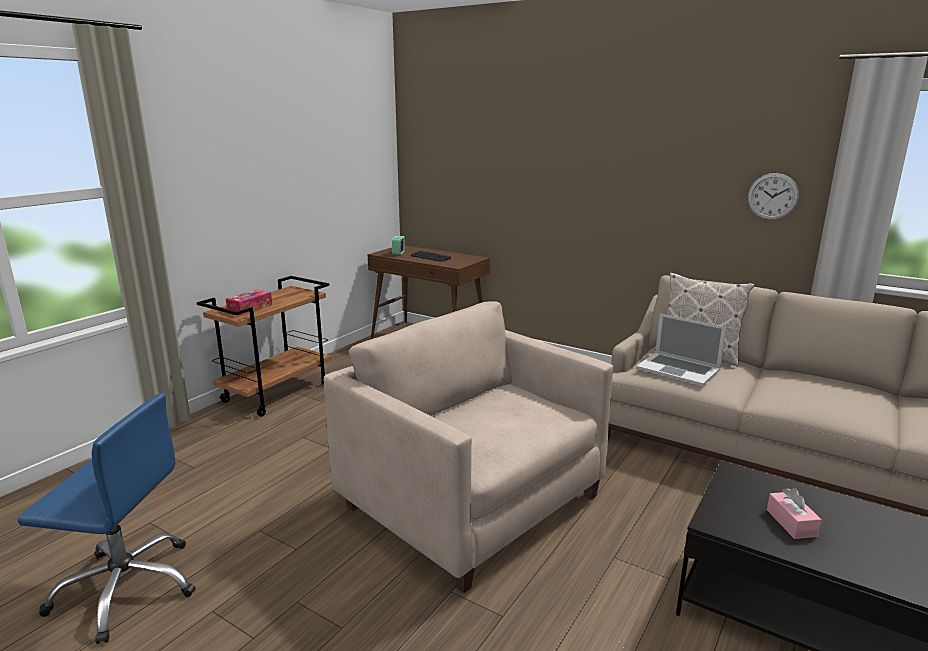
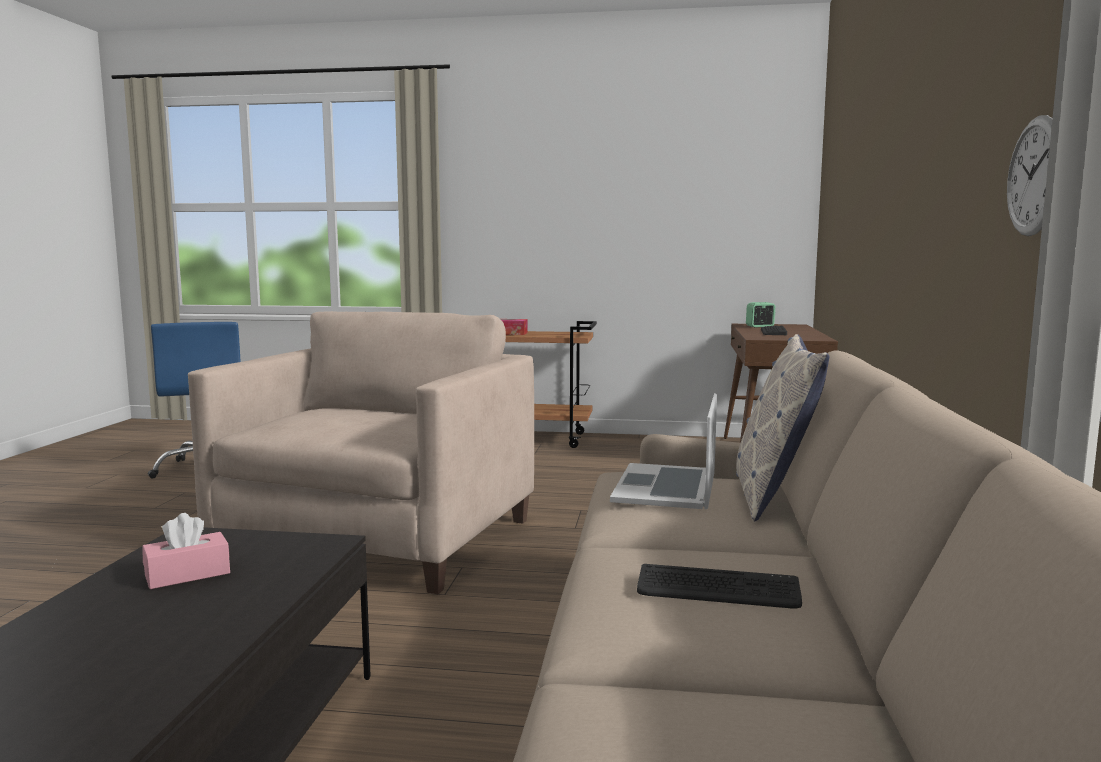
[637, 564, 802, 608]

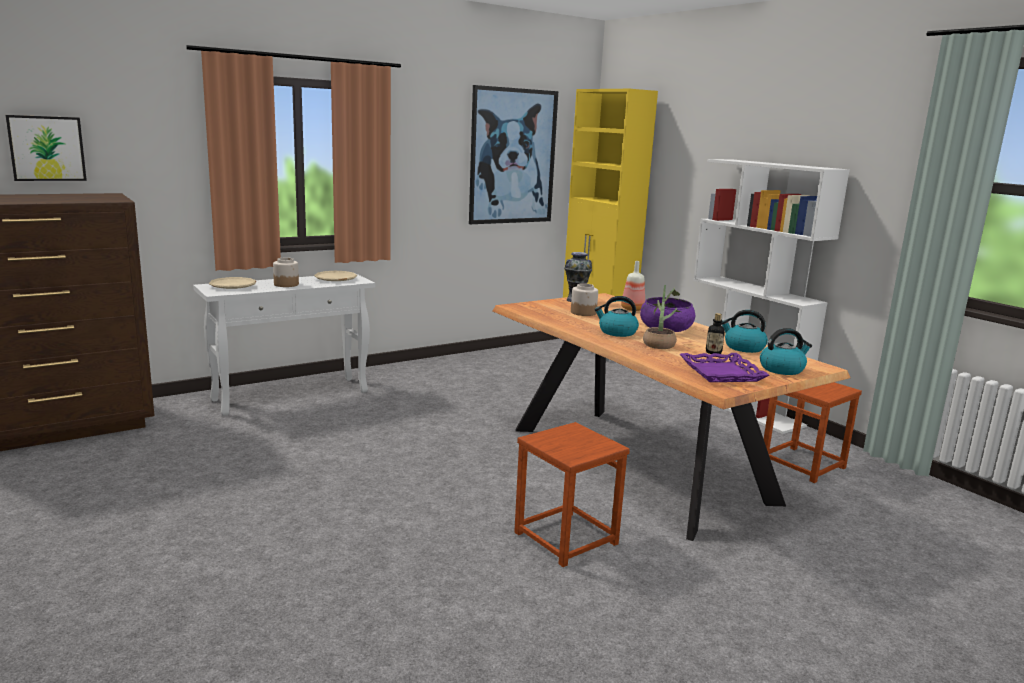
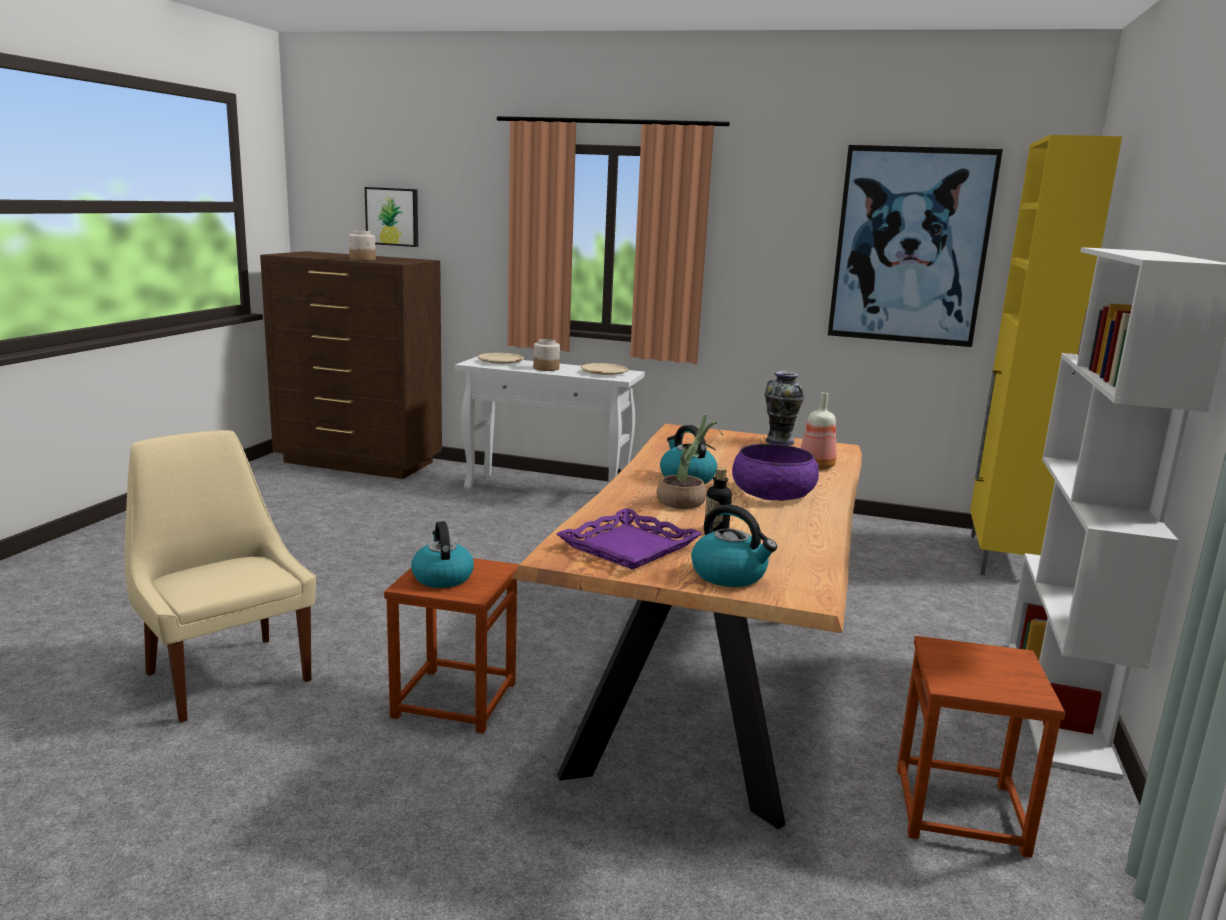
[124, 430, 316, 723]
[349, 231, 376, 261]
[411, 521, 474, 588]

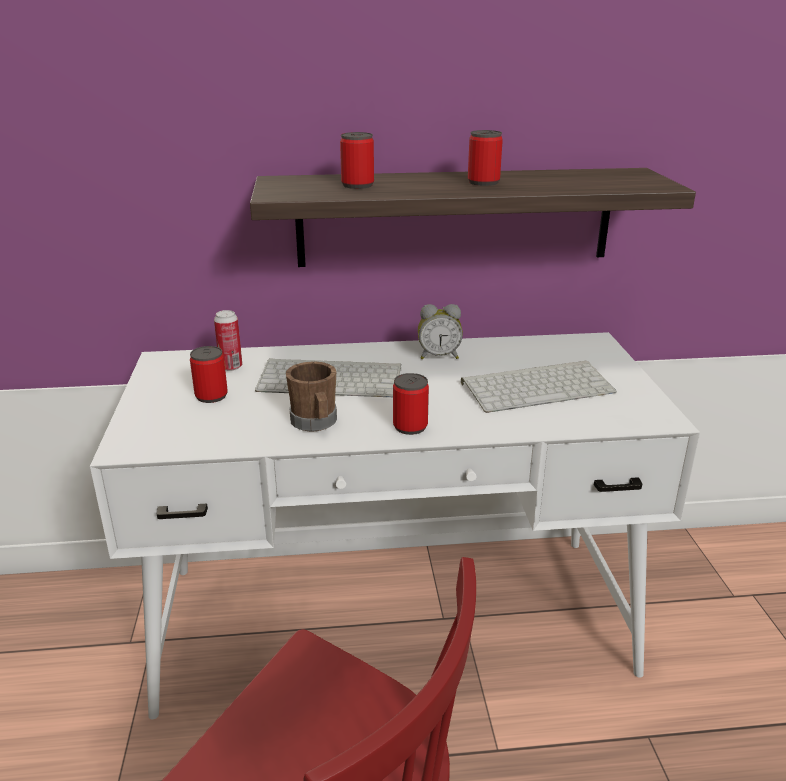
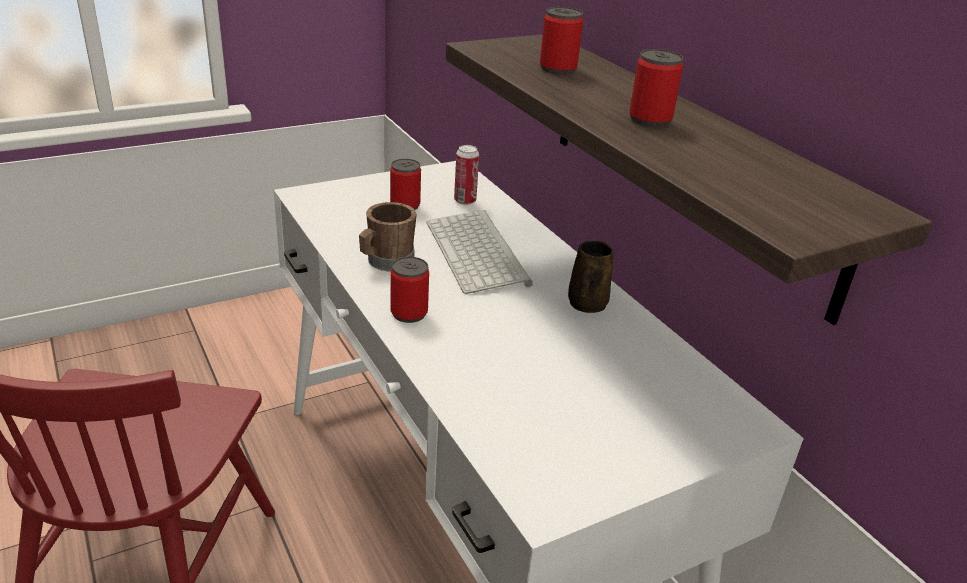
[568, 241, 614, 313]
[461, 361, 617, 413] (first image)

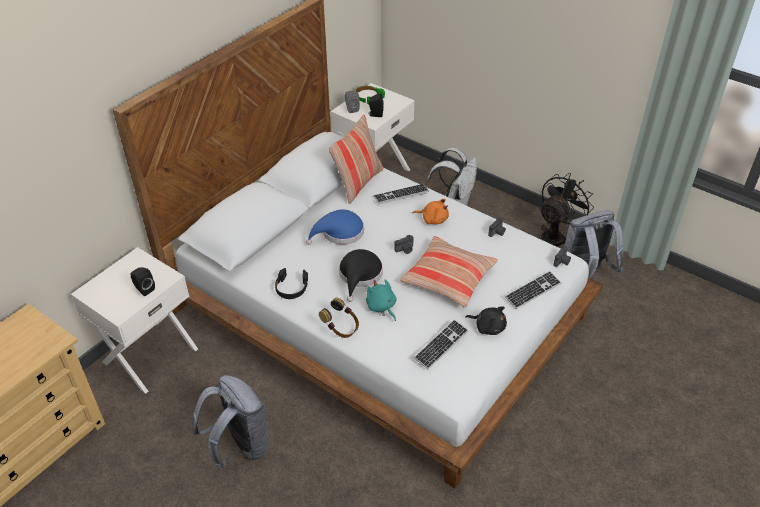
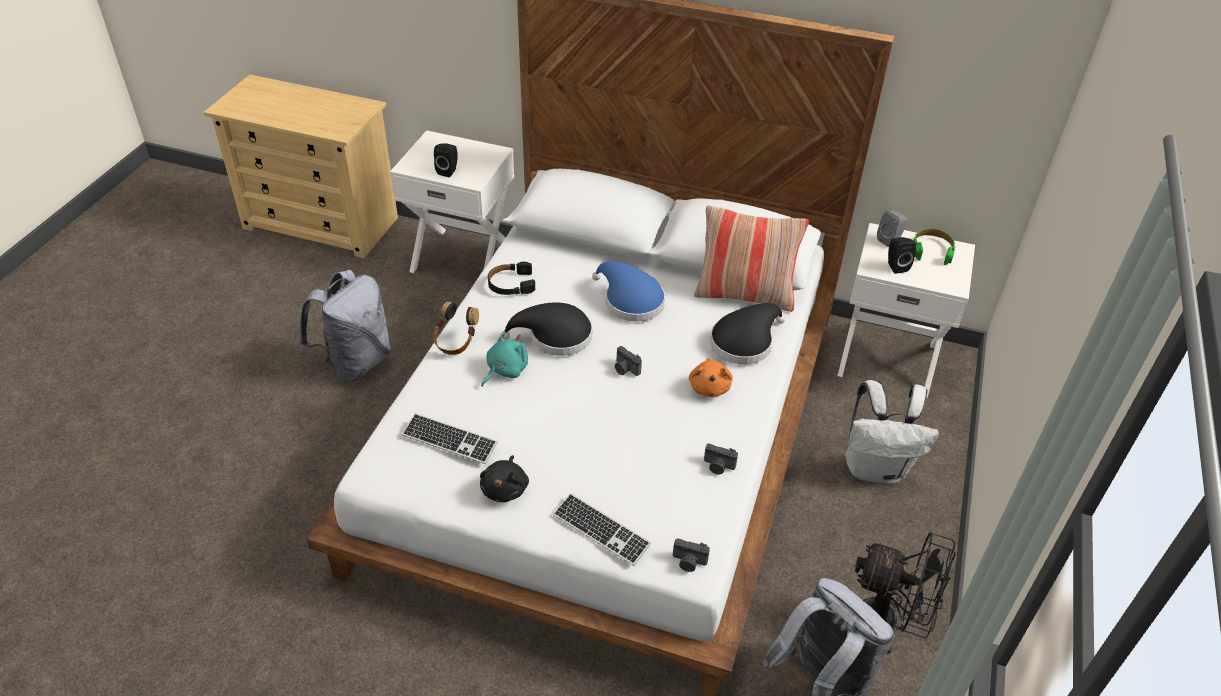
[710, 303, 785, 364]
[400, 236, 498, 307] (first image)

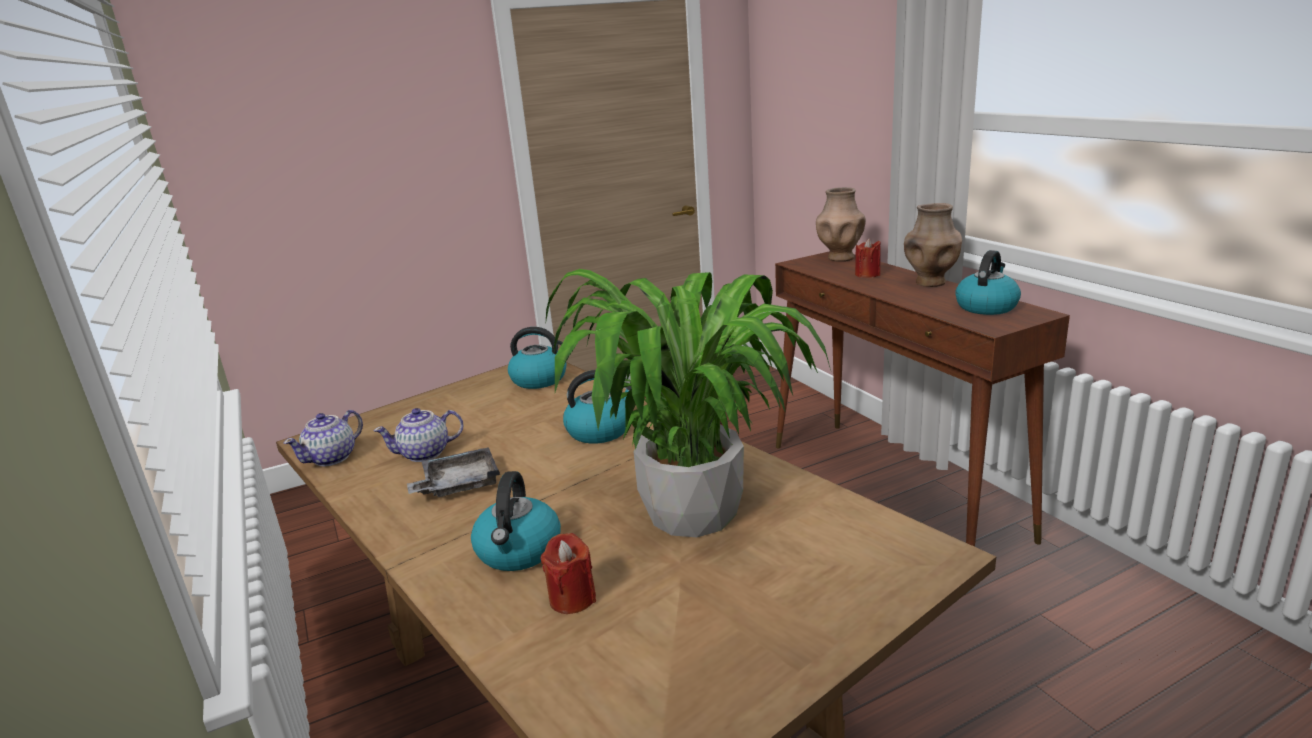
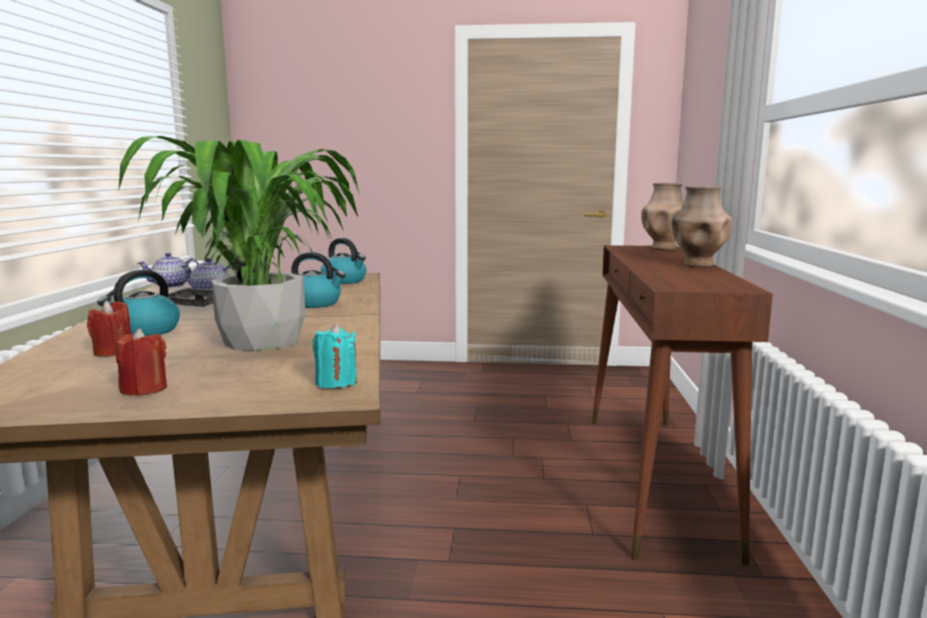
[115, 328, 167, 396]
[312, 324, 357, 389]
[955, 250, 1021, 315] (first image)

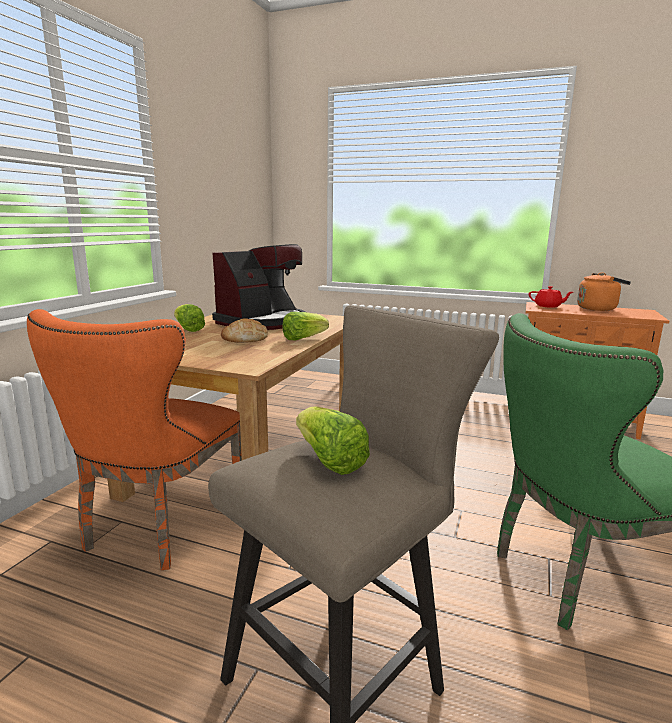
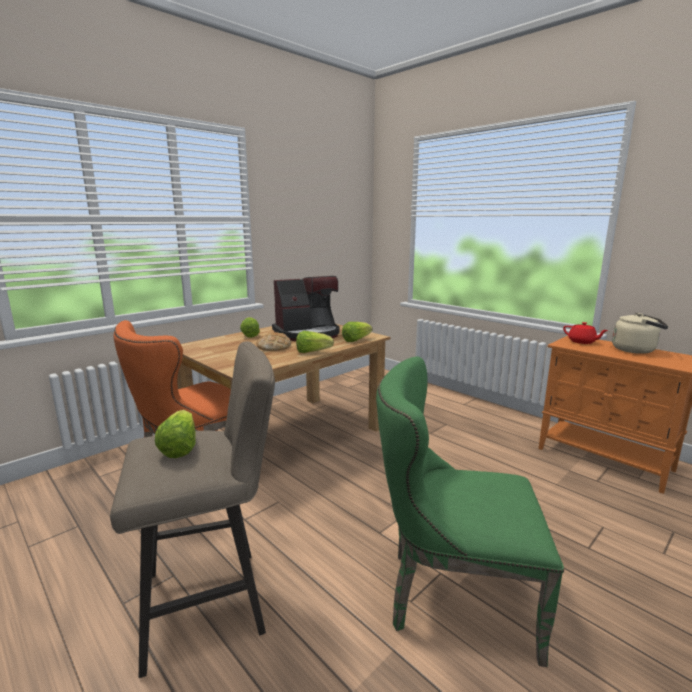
[342, 322, 372, 342]
[612, 313, 668, 354]

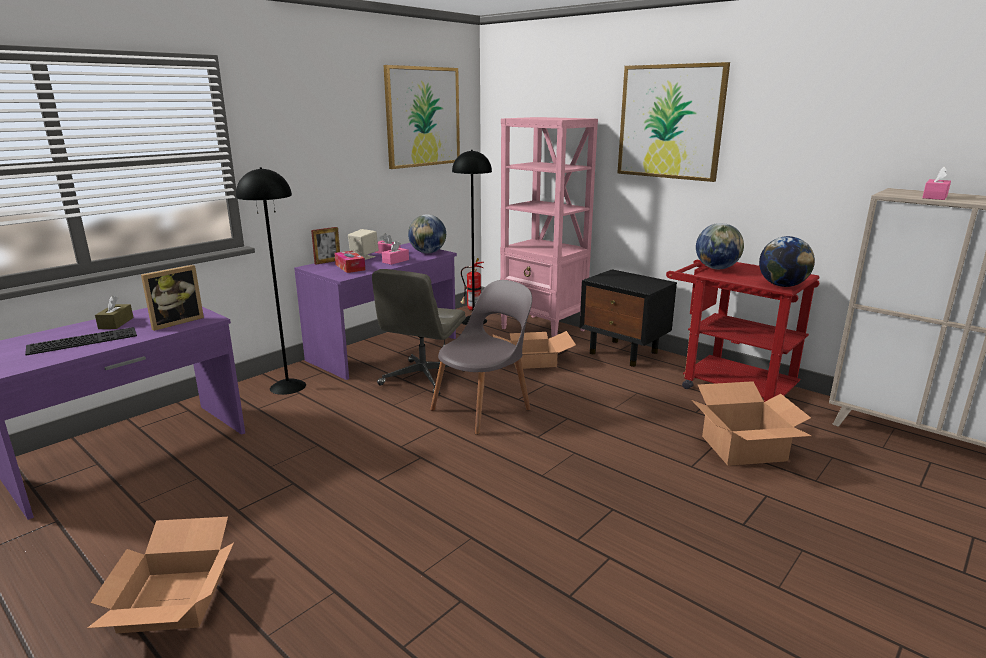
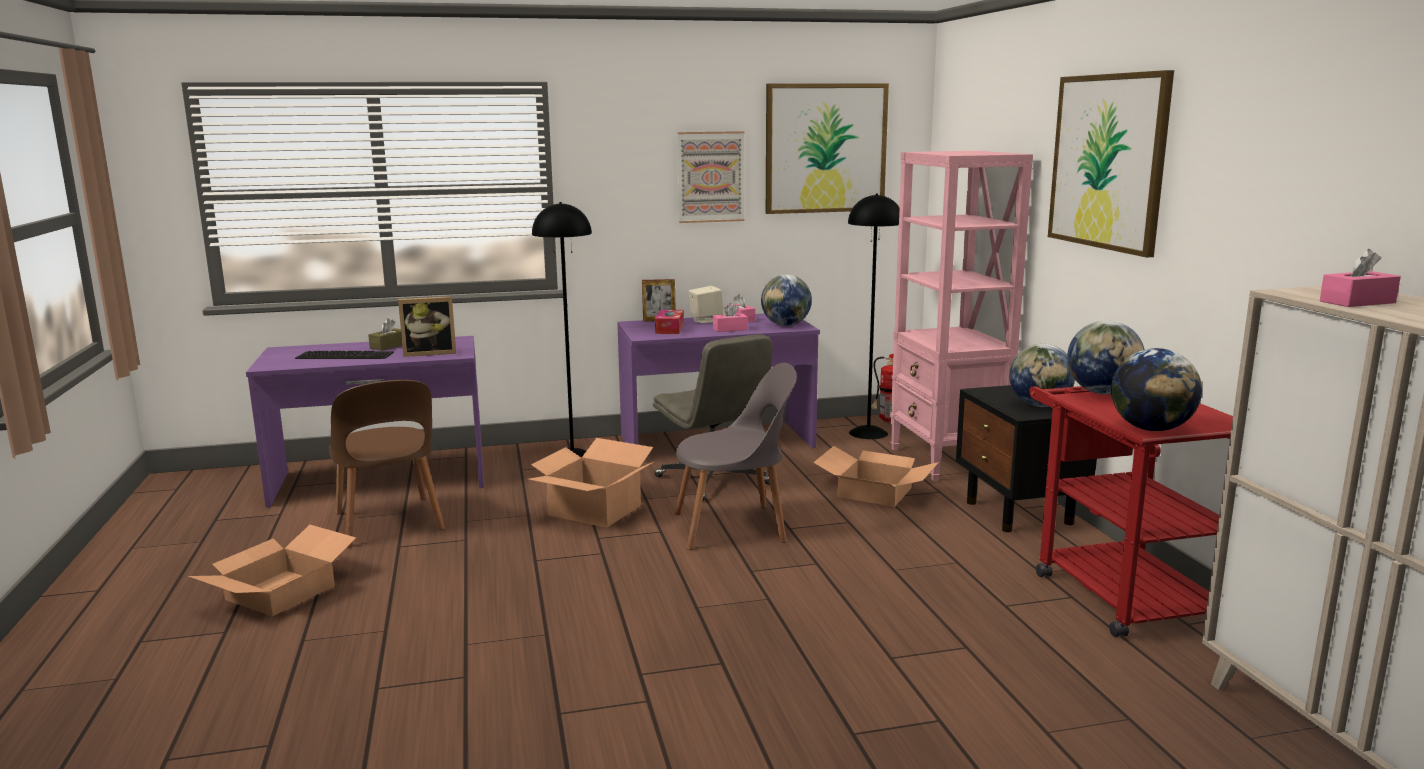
[329, 380, 445, 547]
[528, 438, 655, 528]
[653, 334, 773, 501]
[677, 131, 744, 223]
[1009, 344, 1075, 407]

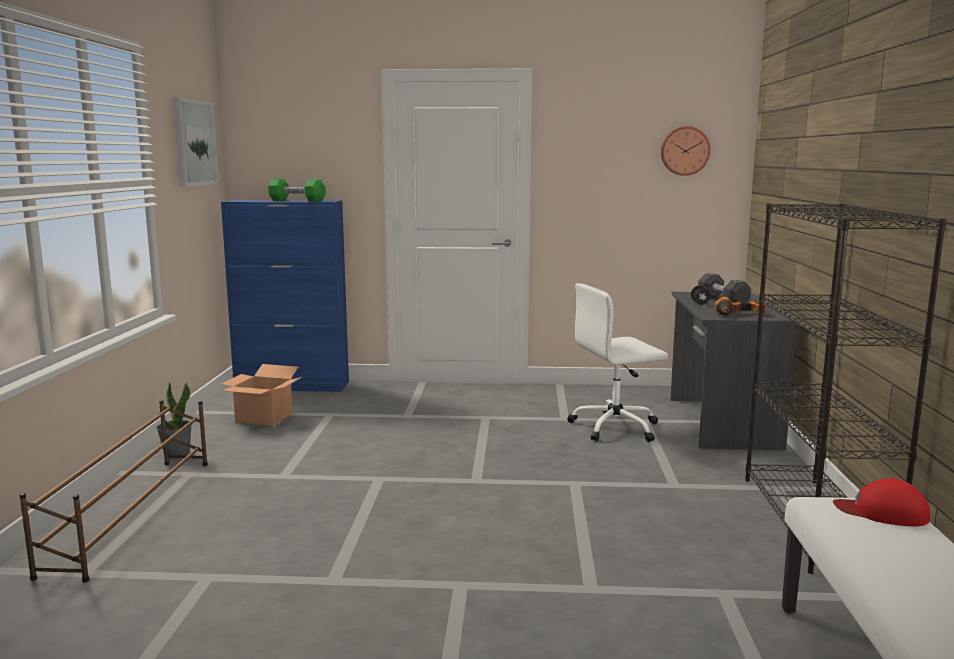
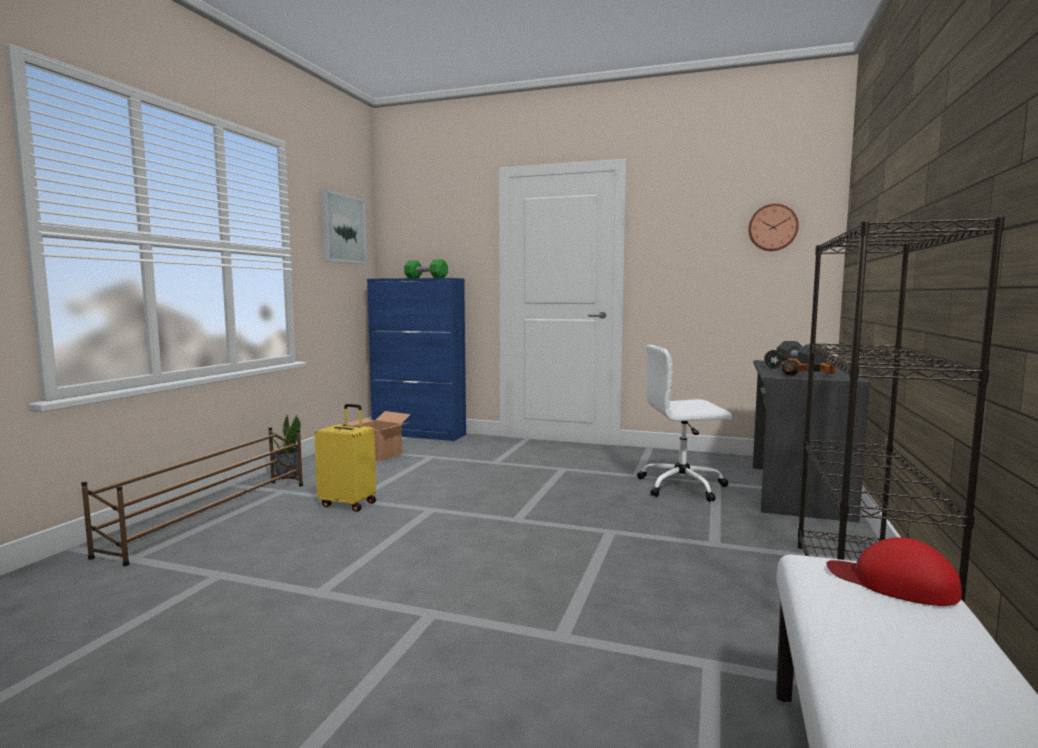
[314, 404, 376, 512]

